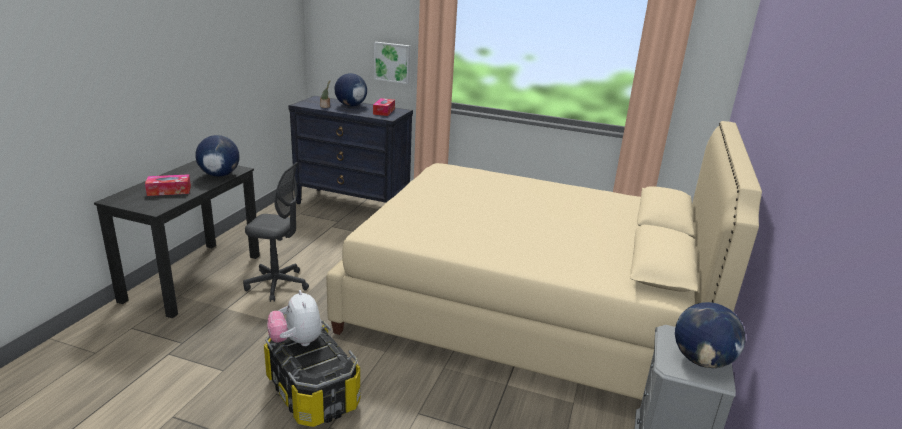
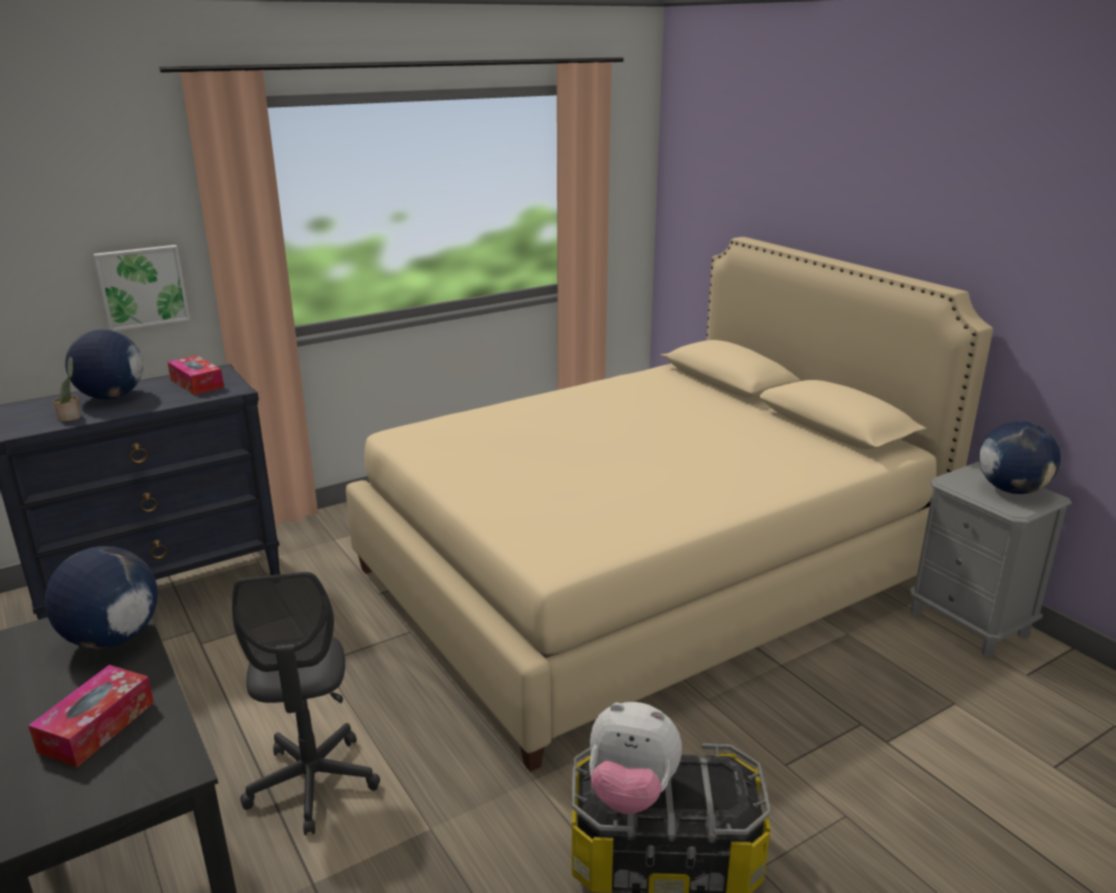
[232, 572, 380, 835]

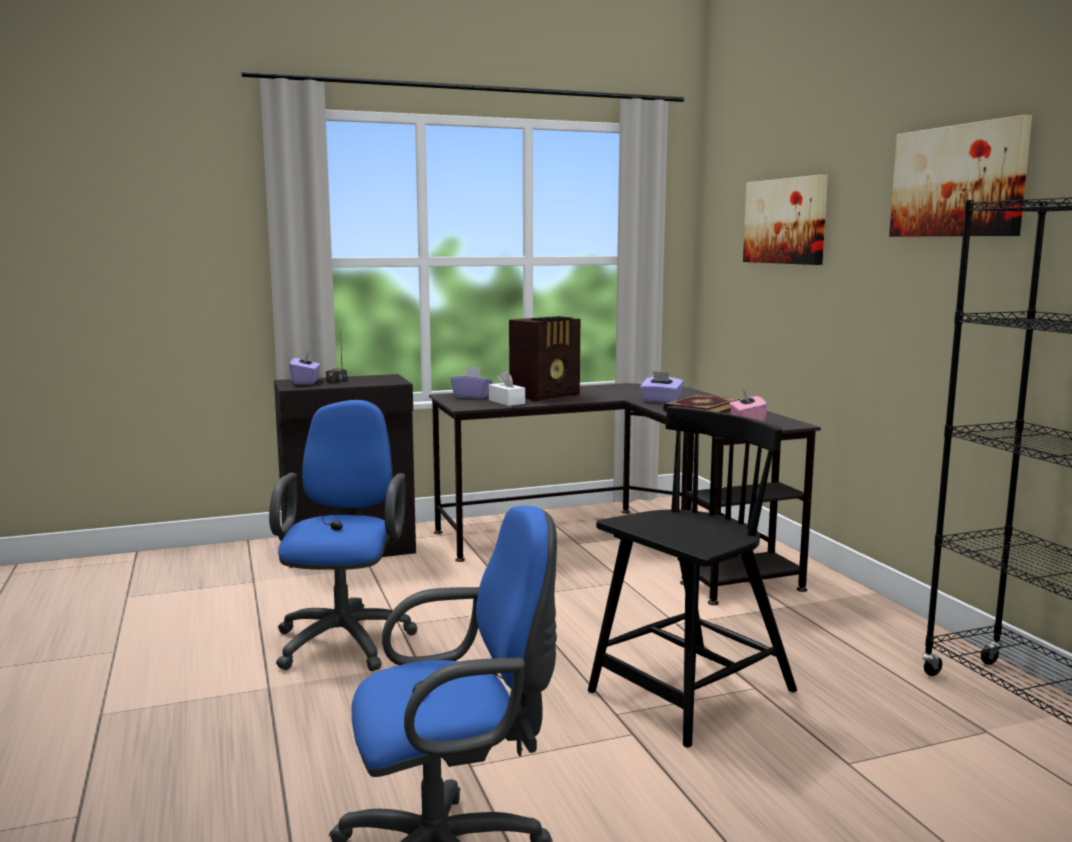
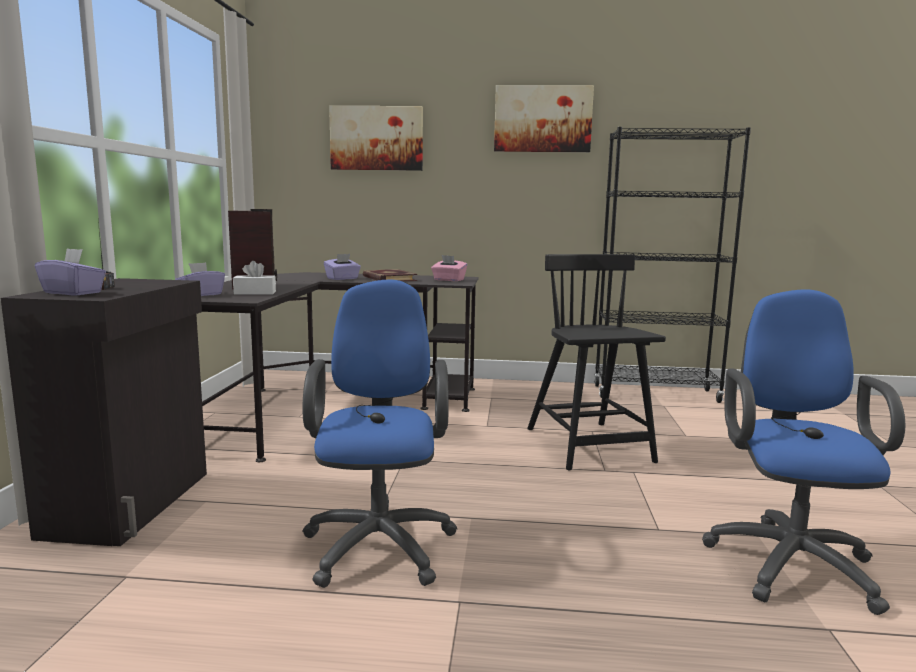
[302, 280, 457, 588]

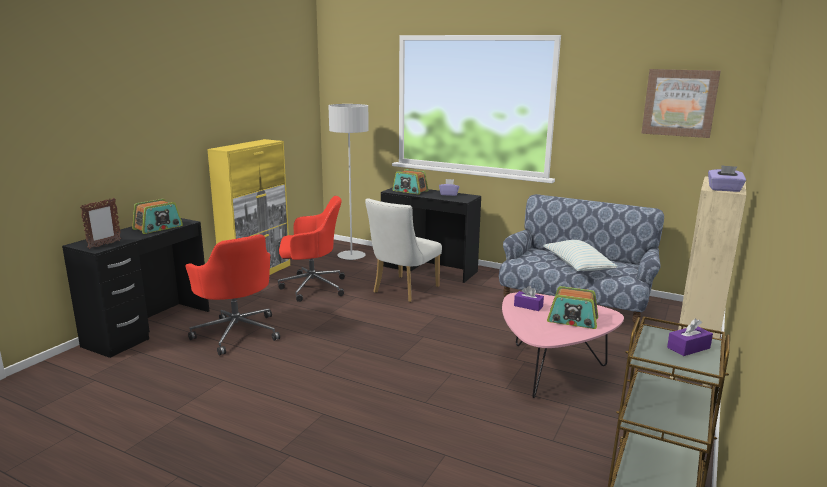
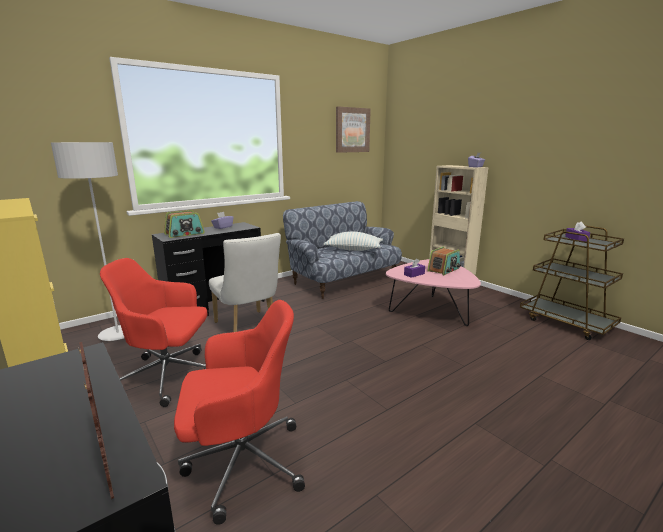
[100, 258, 207, 407]
[132, 199, 183, 234] (first image)

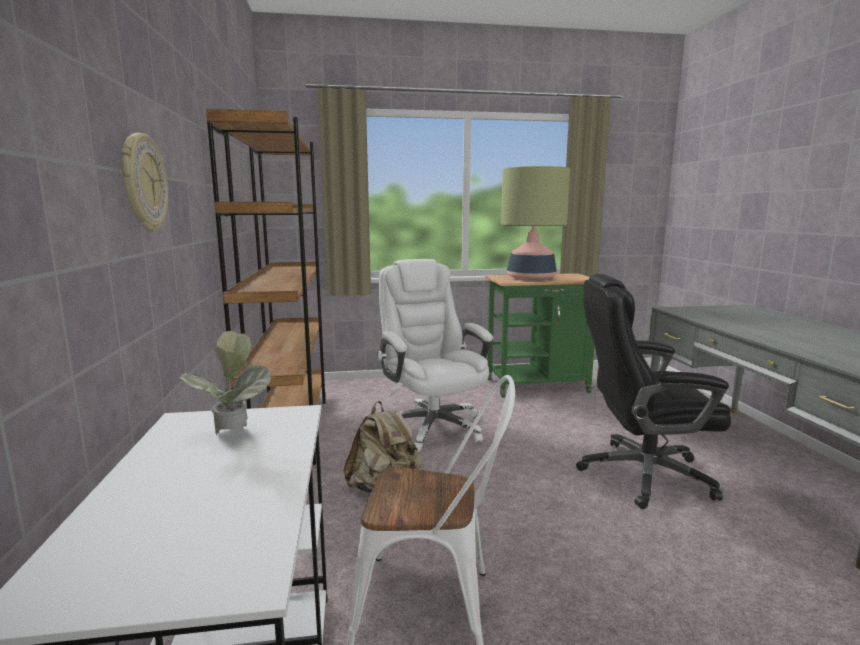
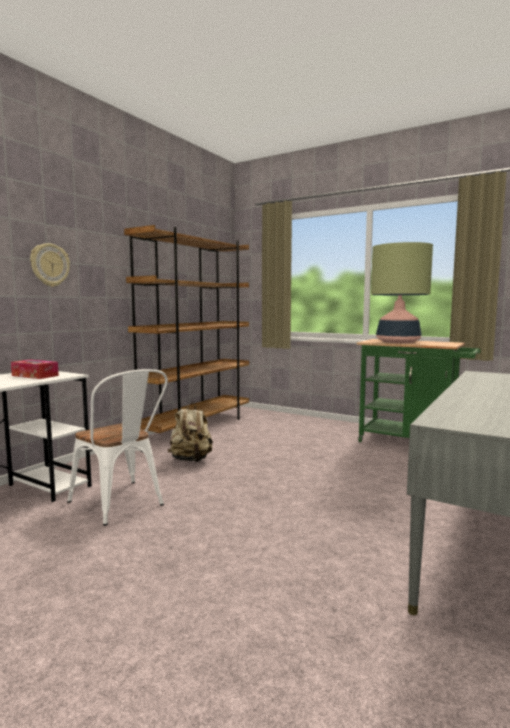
[11, 360, 59, 379]
[377, 259, 493, 452] (first image)
[576, 274, 731, 509] (first image)

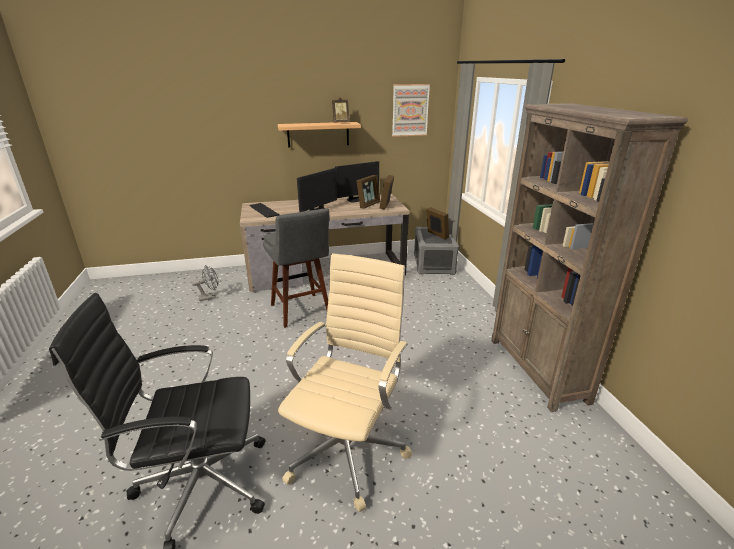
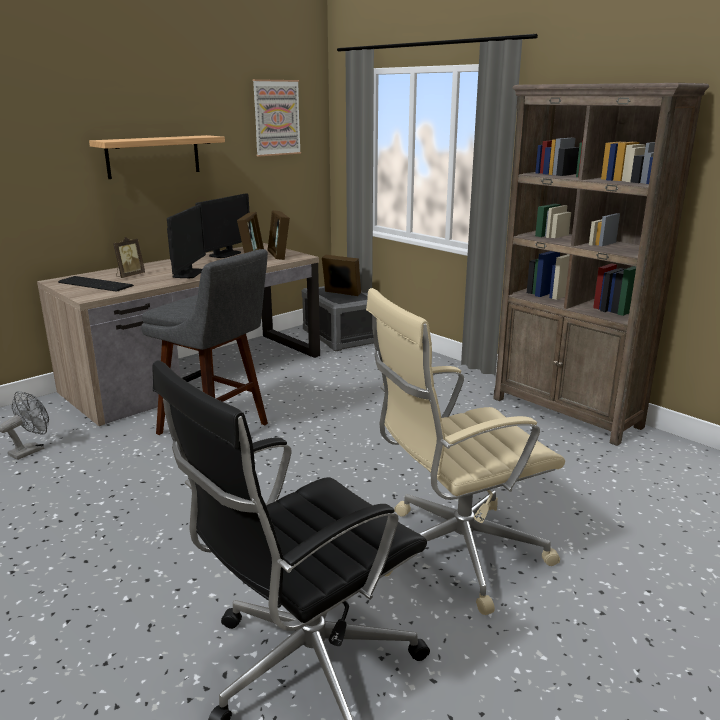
[113, 237, 145, 278]
[366, 288, 565, 615]

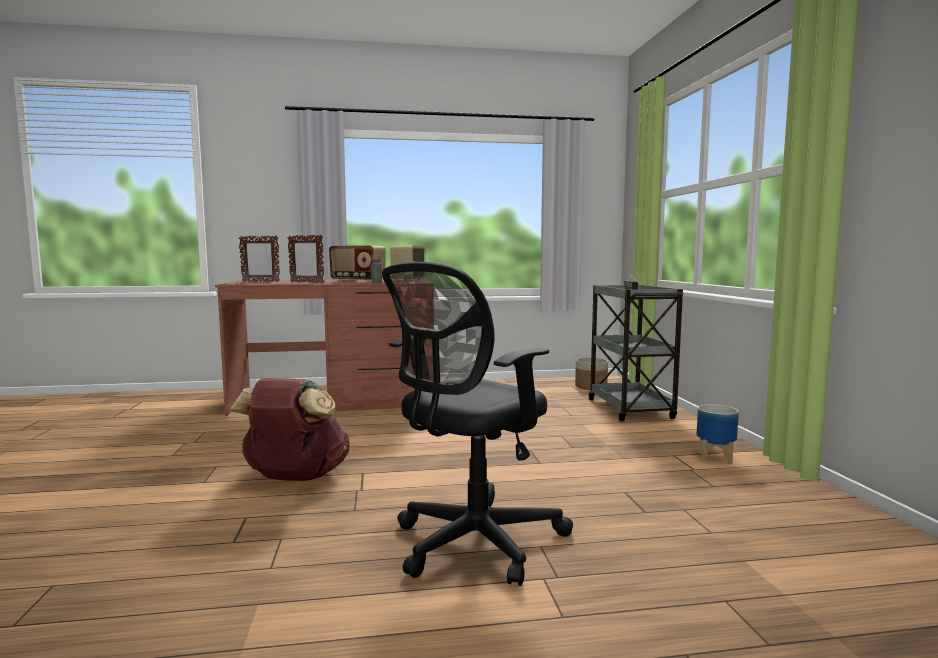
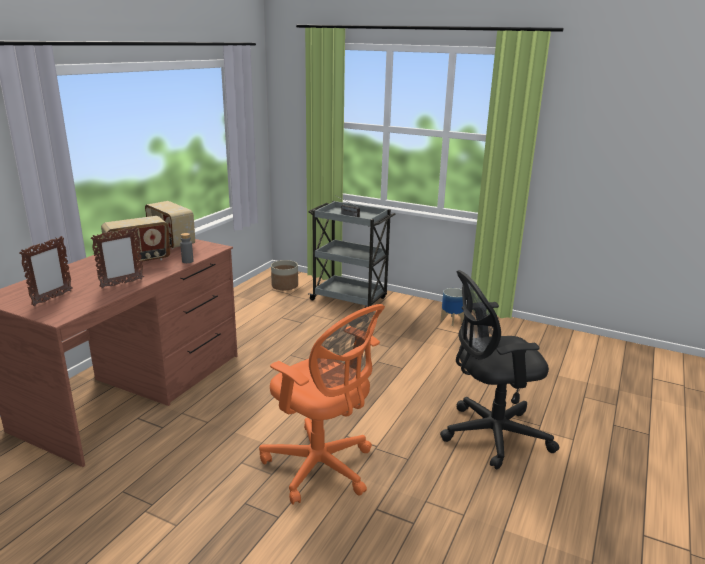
[259, 304, 385, 505]
[440, 270, 560, 469]

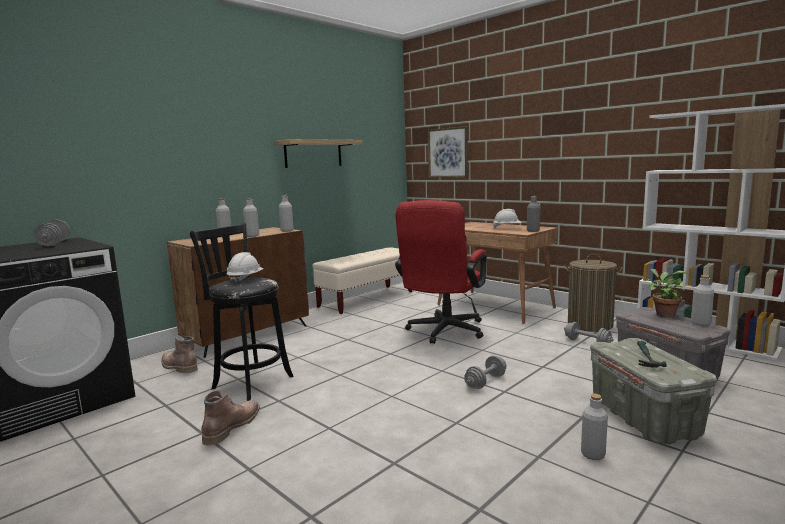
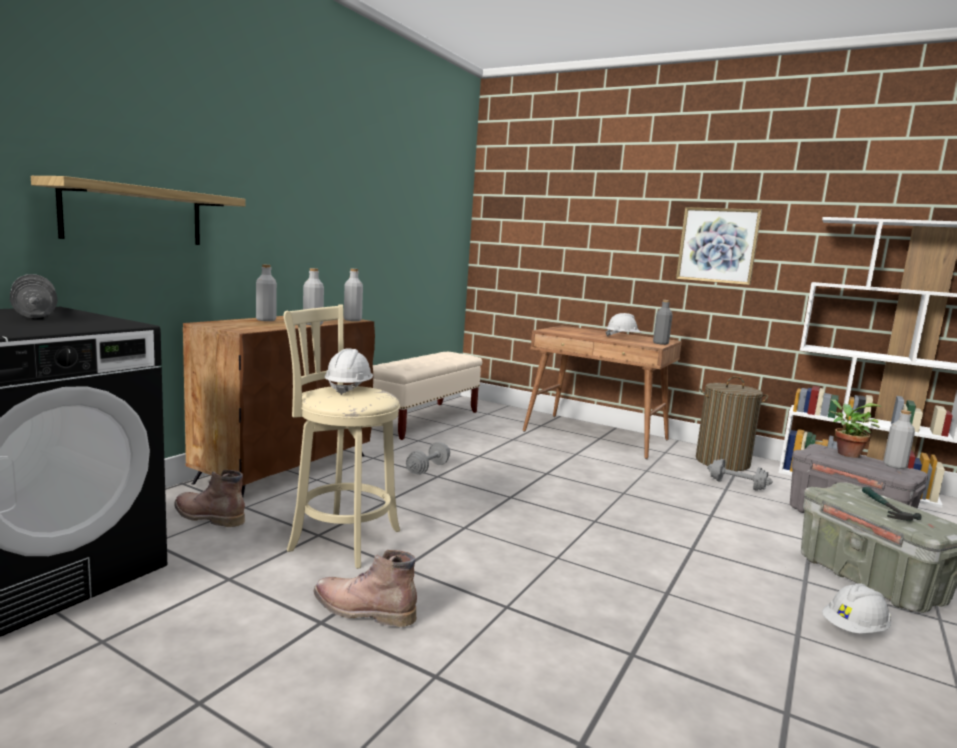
[31, 176, 246, 245]
[283, 304, 400, 569]
[314, 550, 417, 627]
[406, 442, 450, 475]
[676, 207, 762, 285]
[822, 584, 891, 634]
[395, 200, 487, 344] (first image)

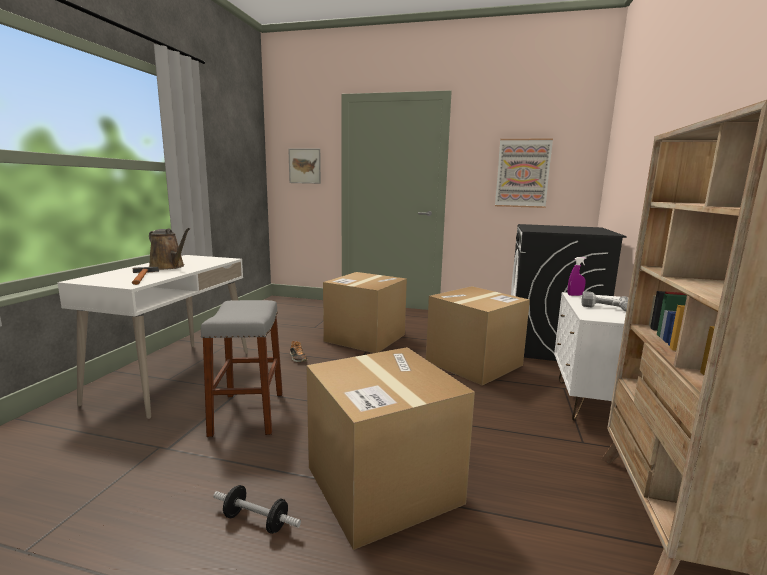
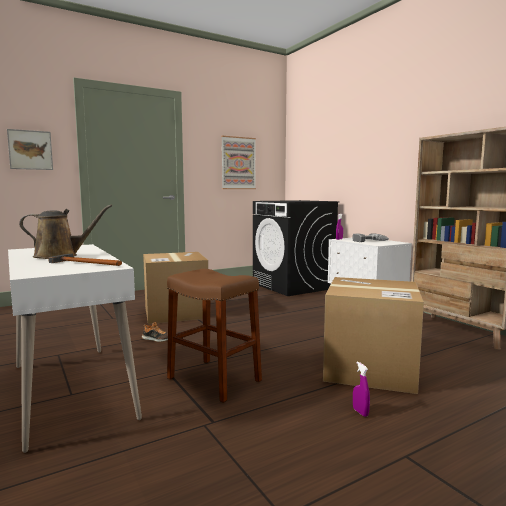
[167, 269, 262, 403]
[353, 361, 370, 417]
[426, 286, 530, 385] (first image)

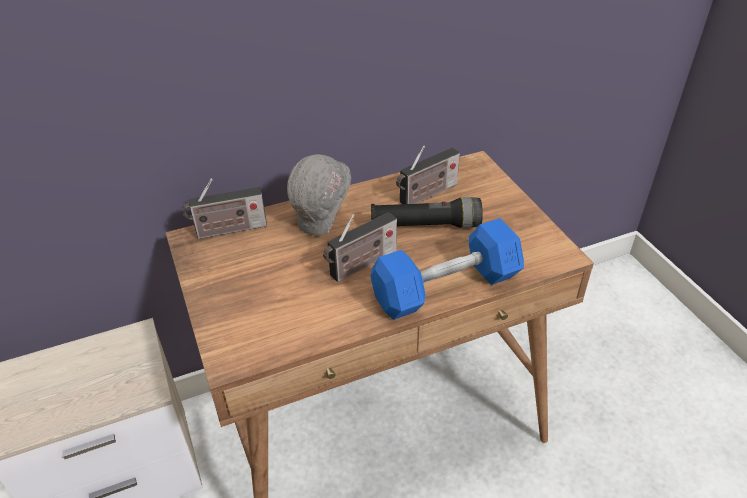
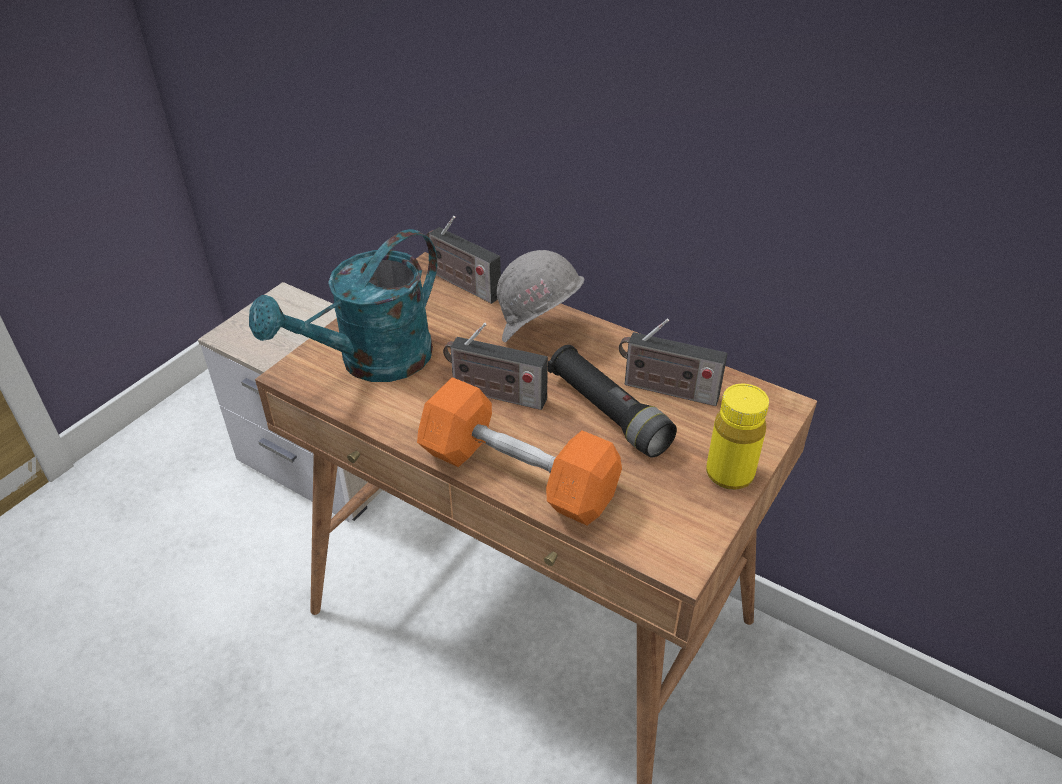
[249, 229, 437, 382]
[417, 377, 622, 525]
[706, 384, 769, 490]

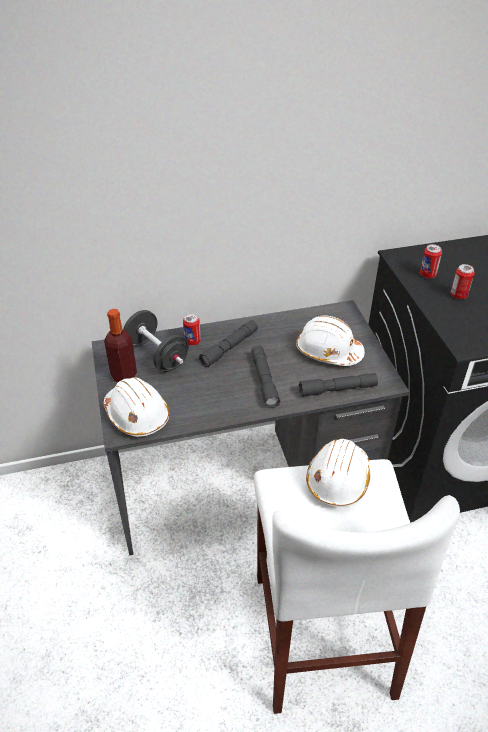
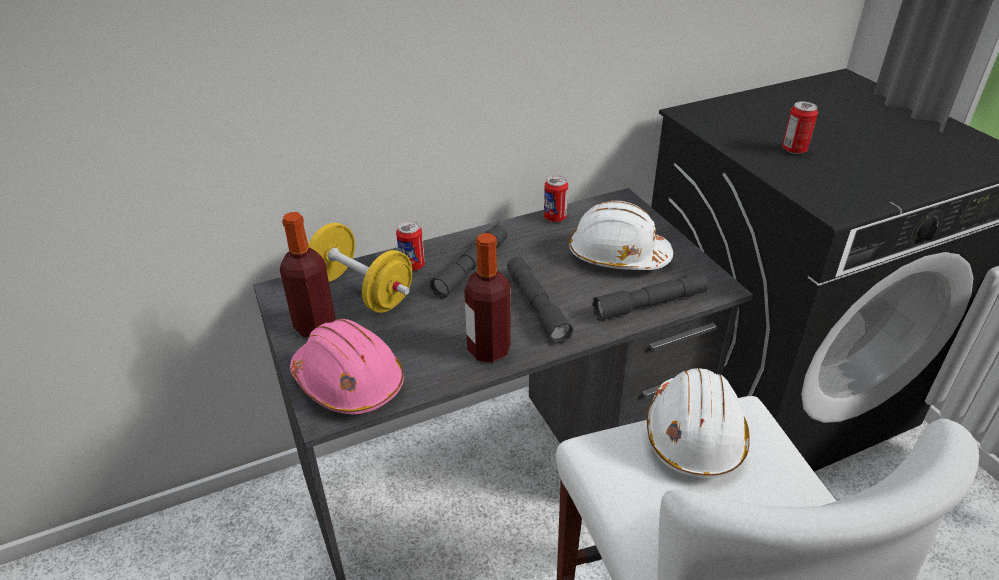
[290, 319, 404, 414]
[308, 223, 412, 313]
[465, 233, 511, 363]
[544, 175, 568, 222]

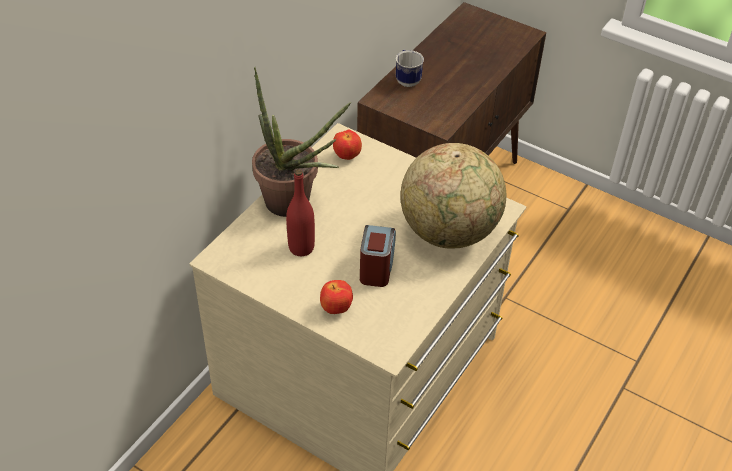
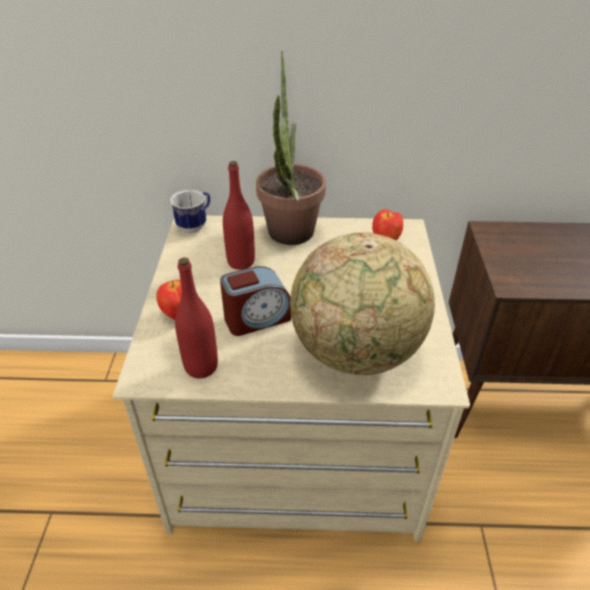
[170, 190, 210, 233]
[175, 257, 218, 378]

